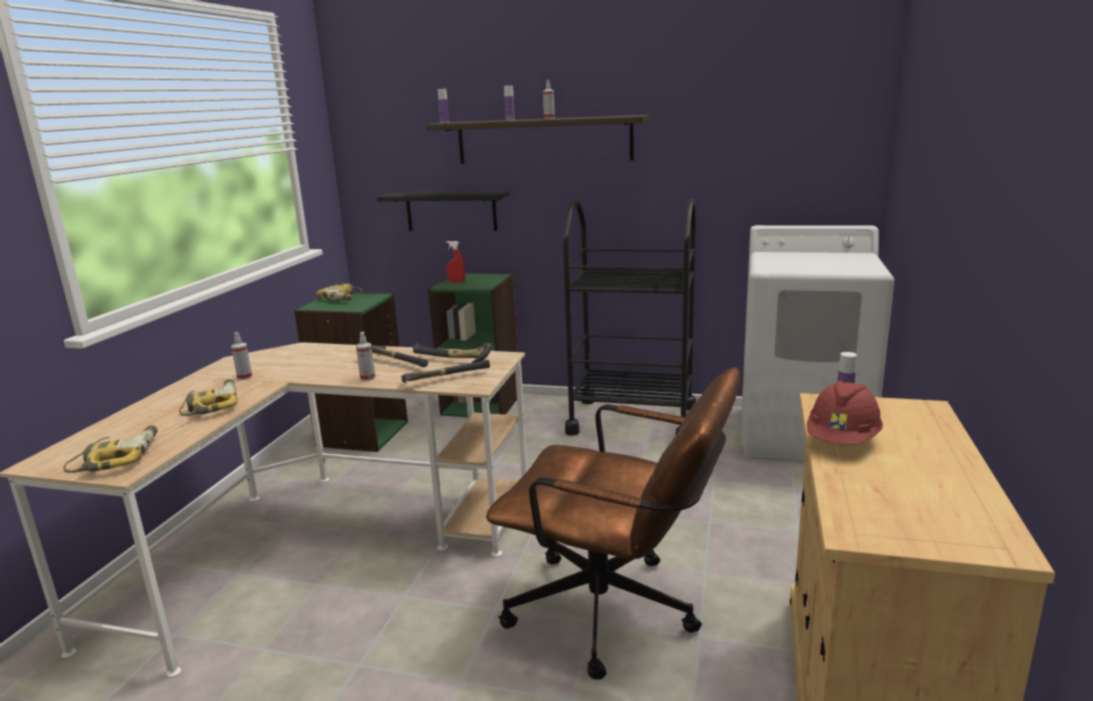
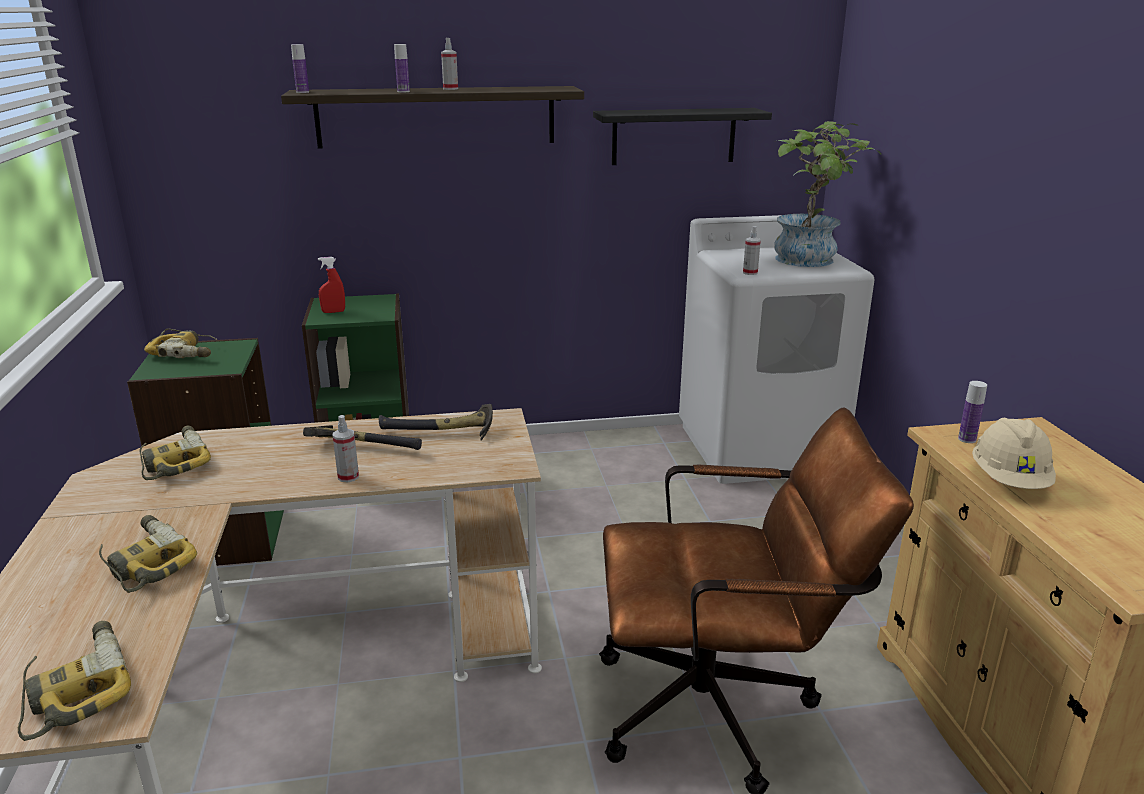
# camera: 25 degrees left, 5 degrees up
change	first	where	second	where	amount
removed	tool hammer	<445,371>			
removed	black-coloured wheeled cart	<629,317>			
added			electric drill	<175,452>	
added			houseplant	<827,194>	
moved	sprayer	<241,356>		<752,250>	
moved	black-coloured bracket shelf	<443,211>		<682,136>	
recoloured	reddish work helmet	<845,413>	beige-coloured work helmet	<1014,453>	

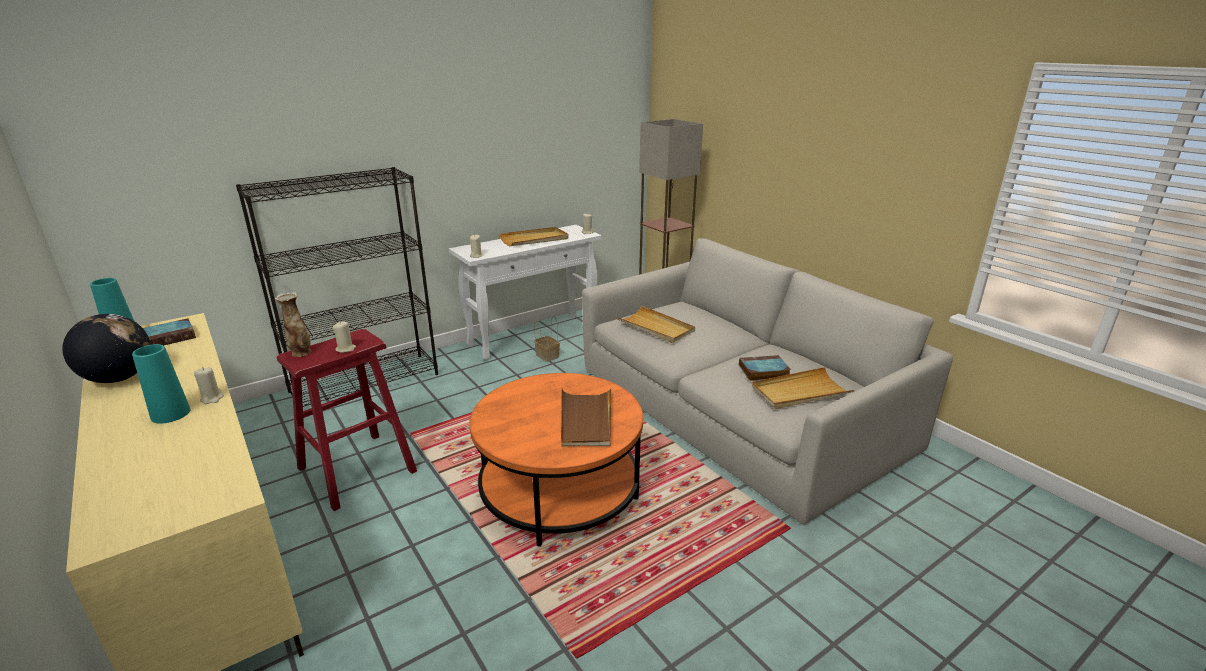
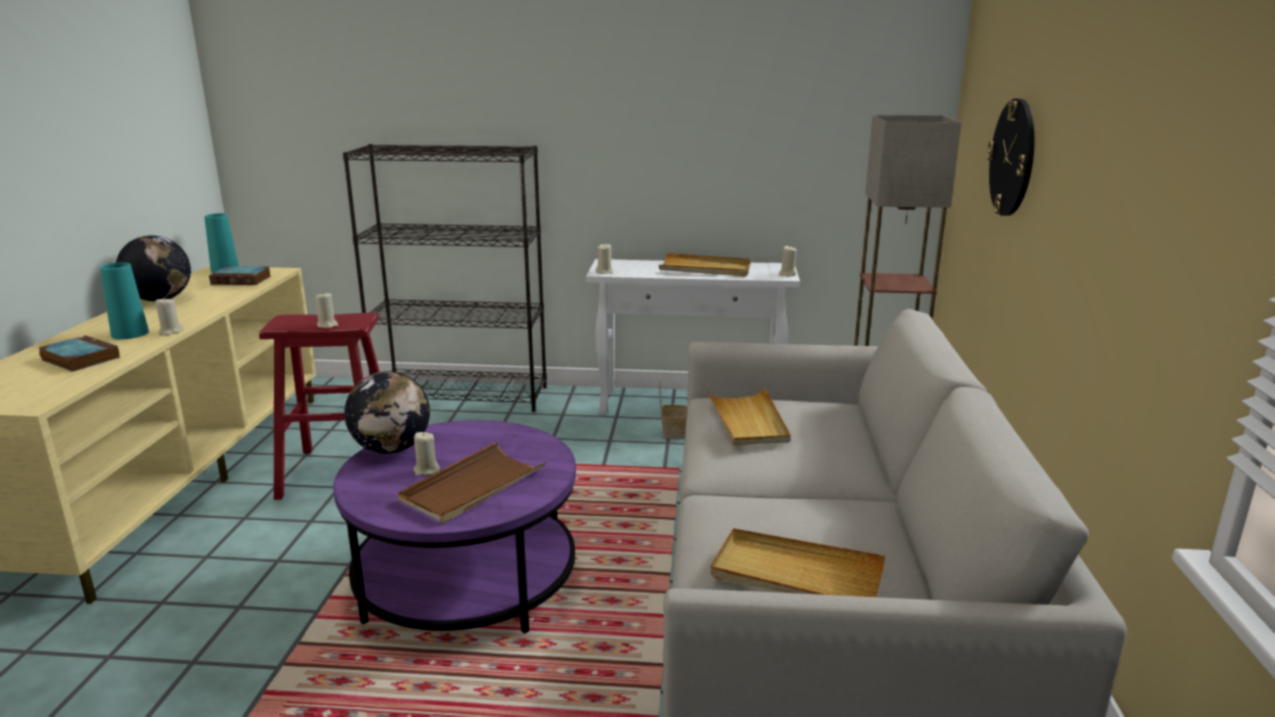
# camera: 40 degrees right, 5 degrees down
change	first	where	second	where	amount
removed	vase	<293,324>			
added			world globe	<387,412>	
added			beige-coloured candle	<426,454>	
added			clock on the wall	<1011,157>	
moved	bound book	<765,368>		<79,353>	
recoloured	orangey low table	<556,460>	purple low table	<454,527>	

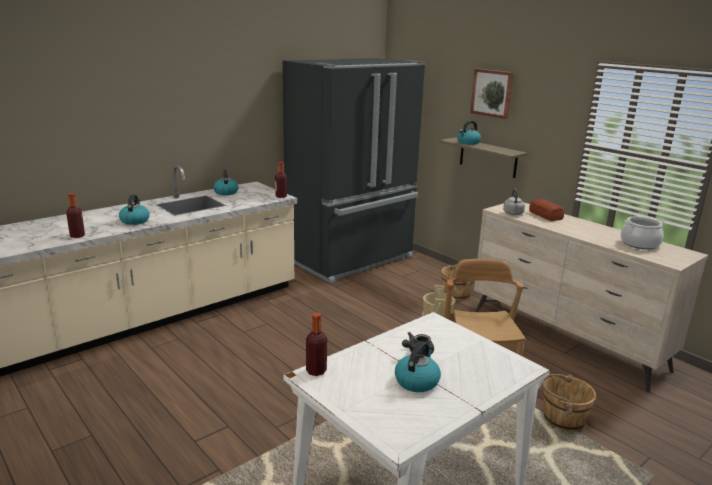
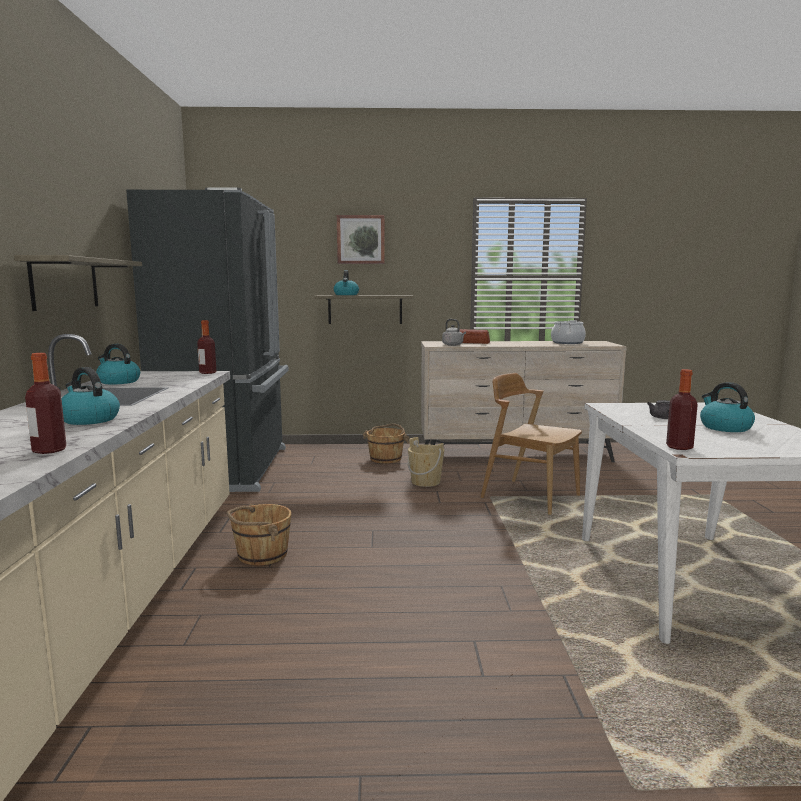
# camera: 50 degrees left, 10 degrees down
change	first	where	second	where	amount
added			bracket shelf	<78,283>	
moved	brown-coloured water bucket	<569,402>		<259,535>	

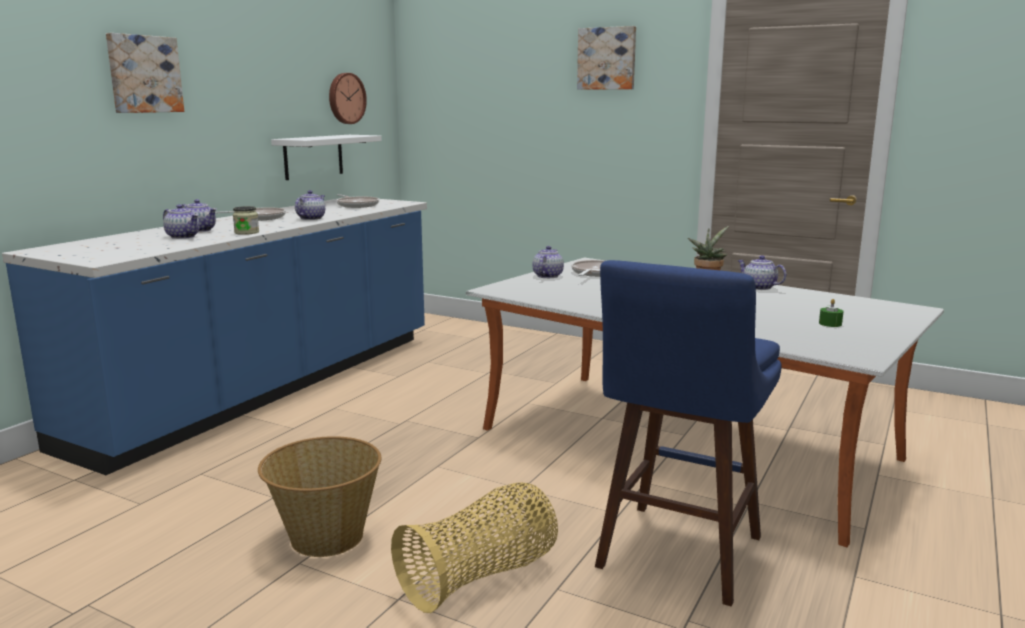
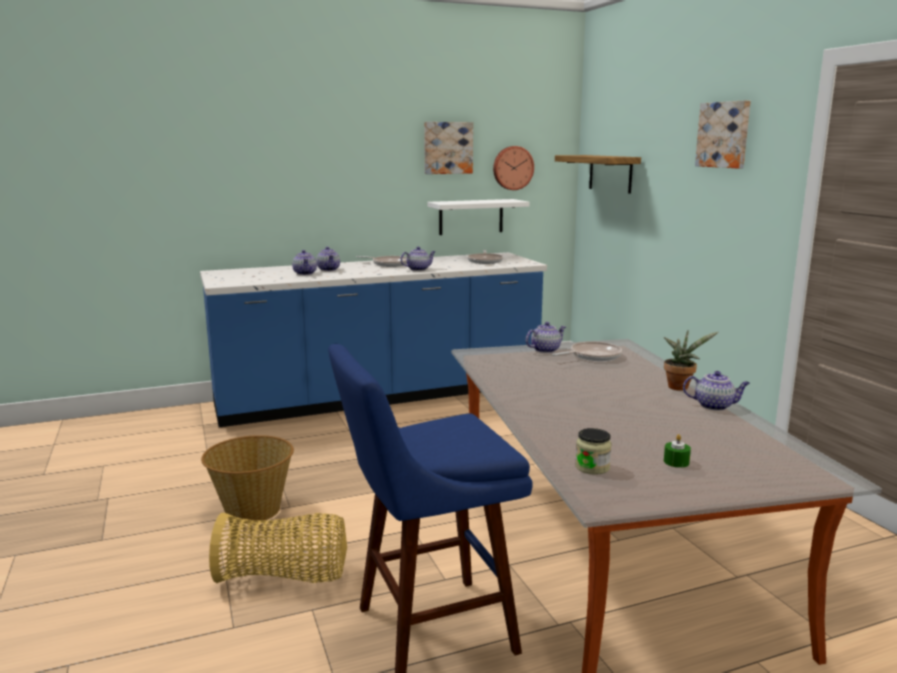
# camera: 40 degrees right, 0 degrees up
change	first	where	second	where	amount
added			bracket shelf	<598,174>	
moved	wall art	<145,73>		<448,148>	
moved	preserve jar	<246,220>		<593,451>	
turned	teapot	<762,272>		<716,391>	105 degrees clockwise

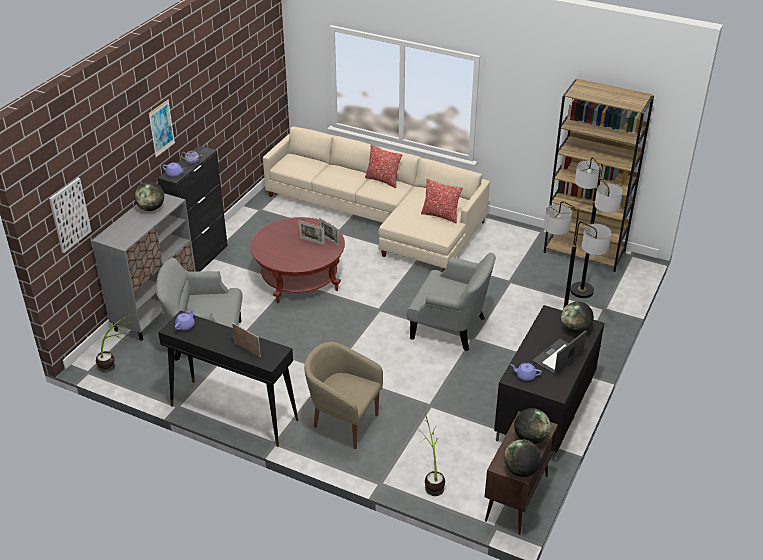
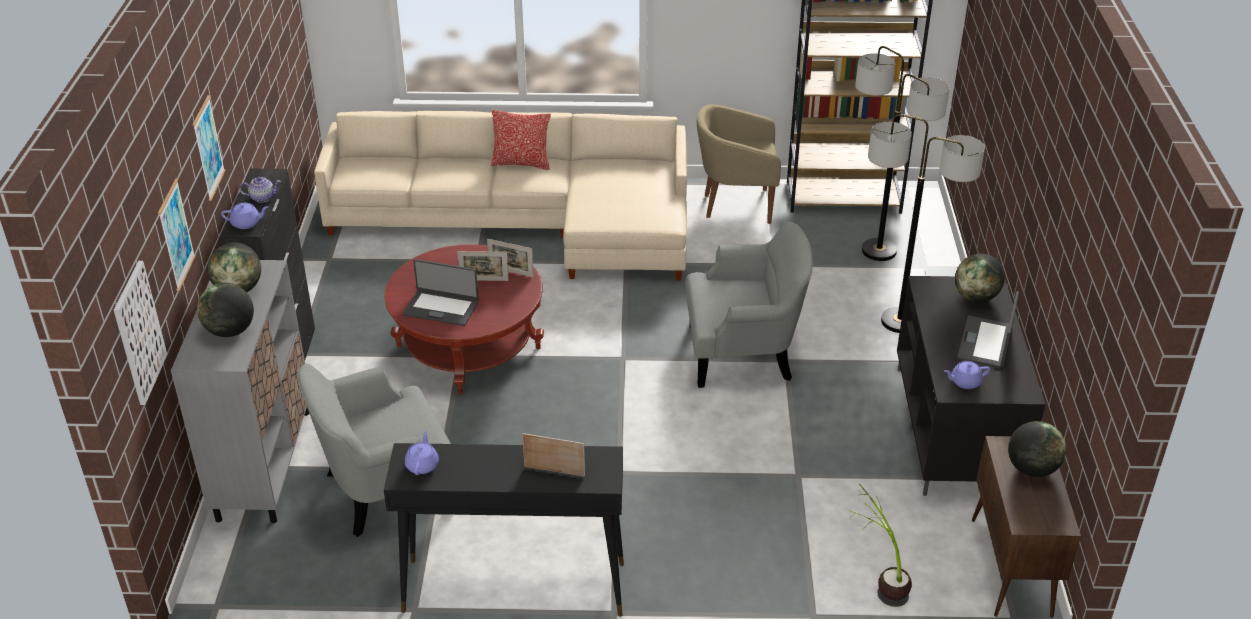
# camera: 25 degrees left, 0 degrees up
change	first	where	second	where	amount
removed	houseplant	<114,343>			
removed	throw pillow	<442,201>			
added			wall art	<177,234>	
added			notebook computer	<441,292>	
moved	beige-coloured easy chair	<343,395>		<739,164>	
moved	world globe	<522,458>		<225,310>	

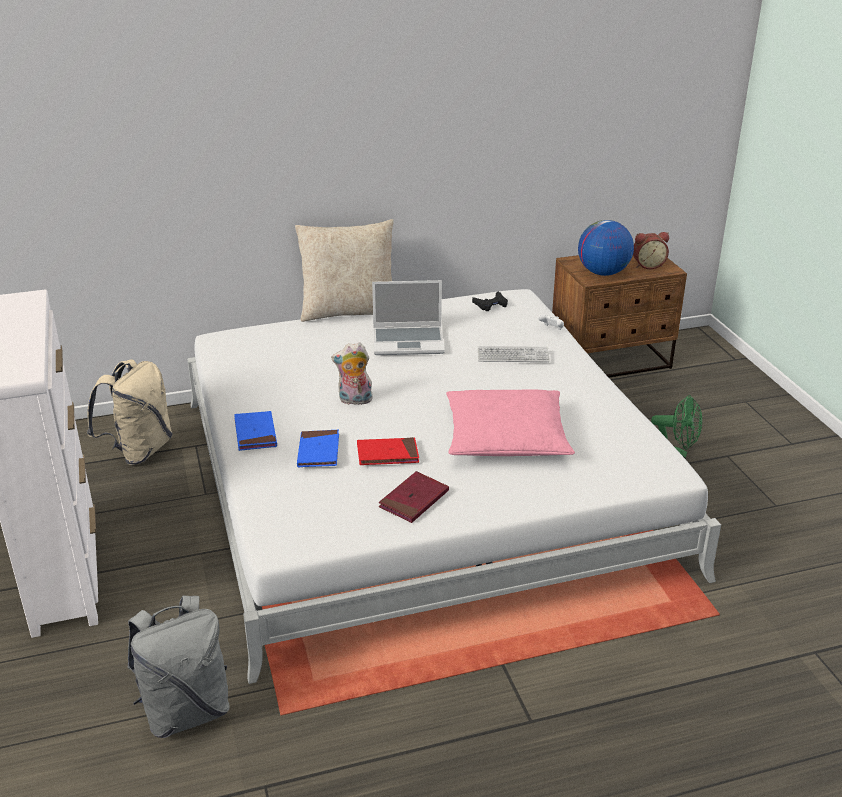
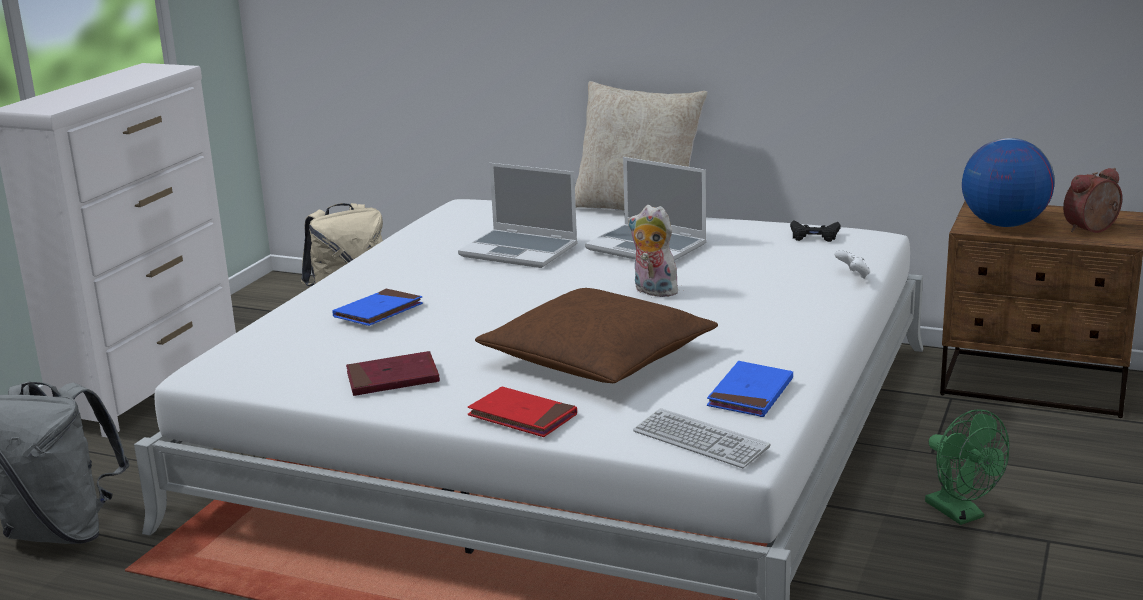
# camera: 40 degrees right, 10 degrees down
change	first	where	second	where	amount
added			notebook computer	<518,215>	
moved	blue-coloured bound book	<255,431>		<750,389>	
moved	soft toy	<352,373>		<653,251>	
moved	reddish bound book	<388,451>		<522,412>	
moved	PC keyboard	<514,354>		<702,438>	
recoloured	pink throw pillow	<510,423>	brown-coloured throw pillow	<596,335>	
turned	alarm clock	<651,250>		<1092,200>	120 degrees clockwise

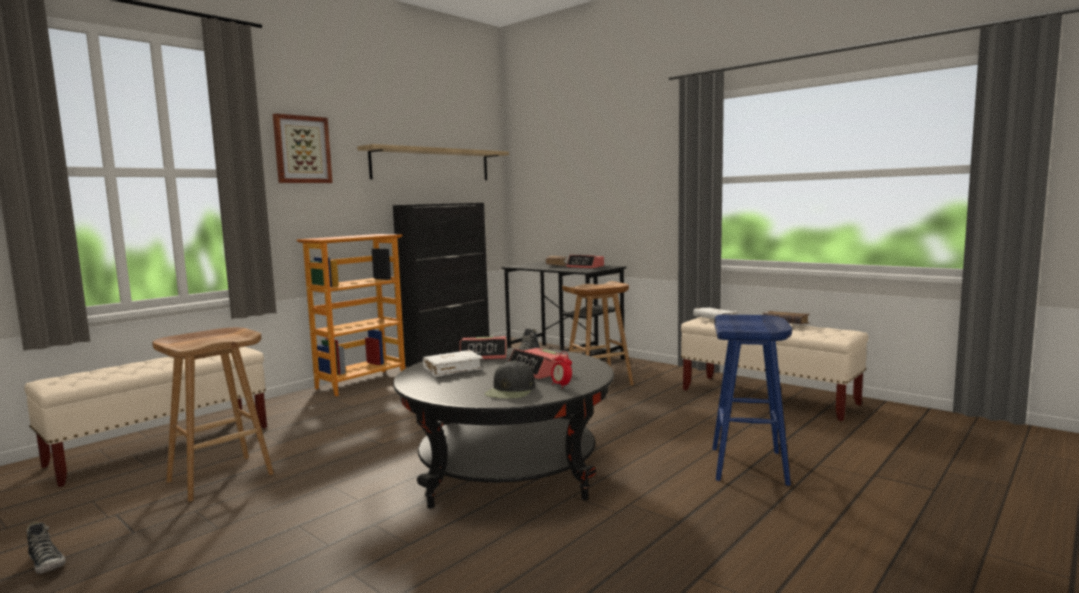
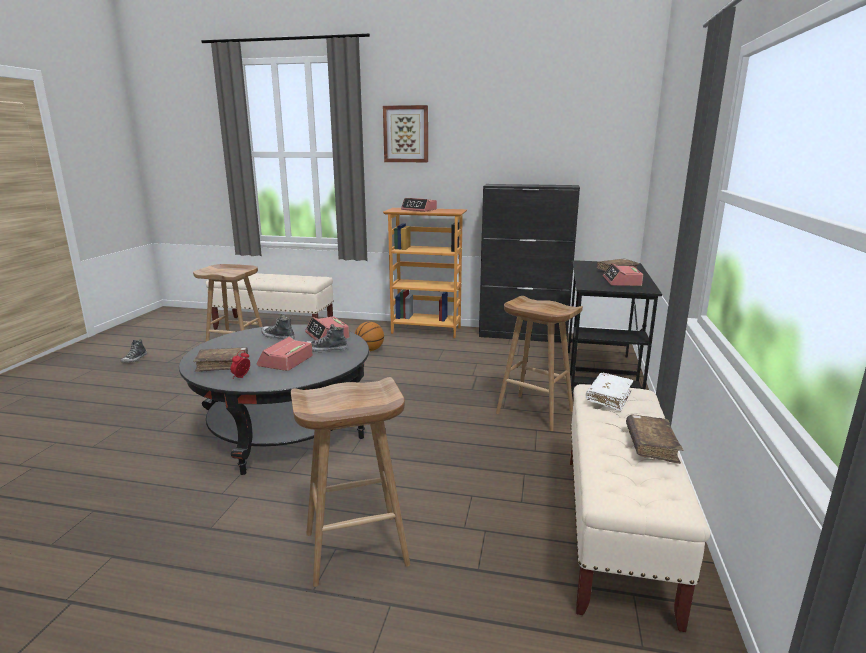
# camera: 60 degrees right, 10 degrees up
change	first	where	second	where	amount
removed	bracket shelf	<433,162>			
added			basketball ball	<369,336>	
added			alarm clock	<419,205>	
replaced	white-coloured bound book	<453,363>	item of footwear	<278,327>	
replaced	black-coloured cap	<509,380>	brown-coloured bound book	<221,359>	
recoloured	blue-coloured stool	<752,400>	brown-coloured stool	<350,482>	

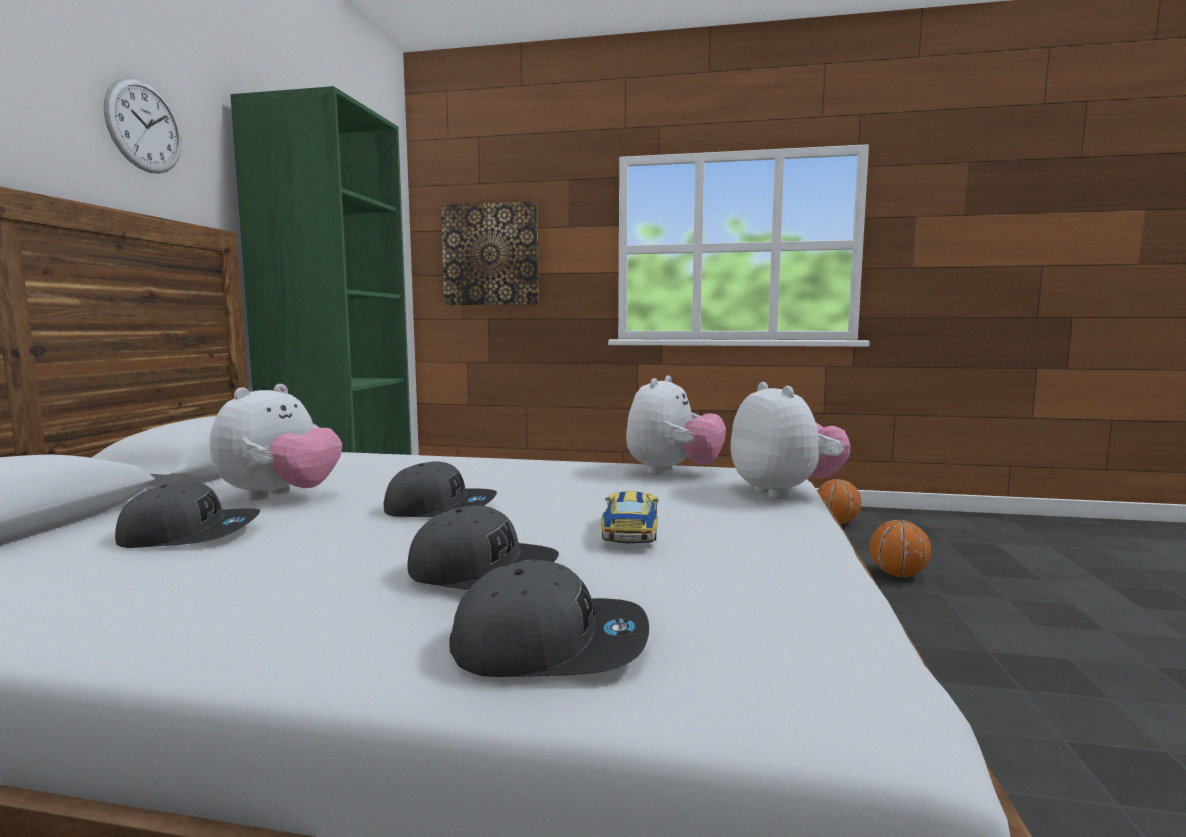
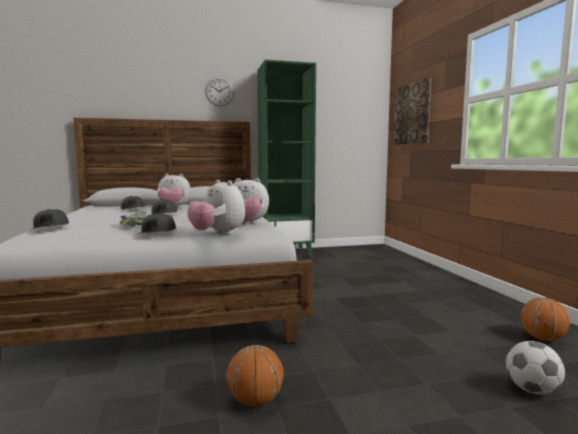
# camera: 65 degrees right, 0 degrees up
change	first	where	second	where	amount
added			football	<535,368>	
moved	gray cap	<483,547>		<155,224>	
moved	basketball ball	<900,548>		<255,375>	
turned	soft toy	<790,440>		<216,207>	90 degrees clockwise

